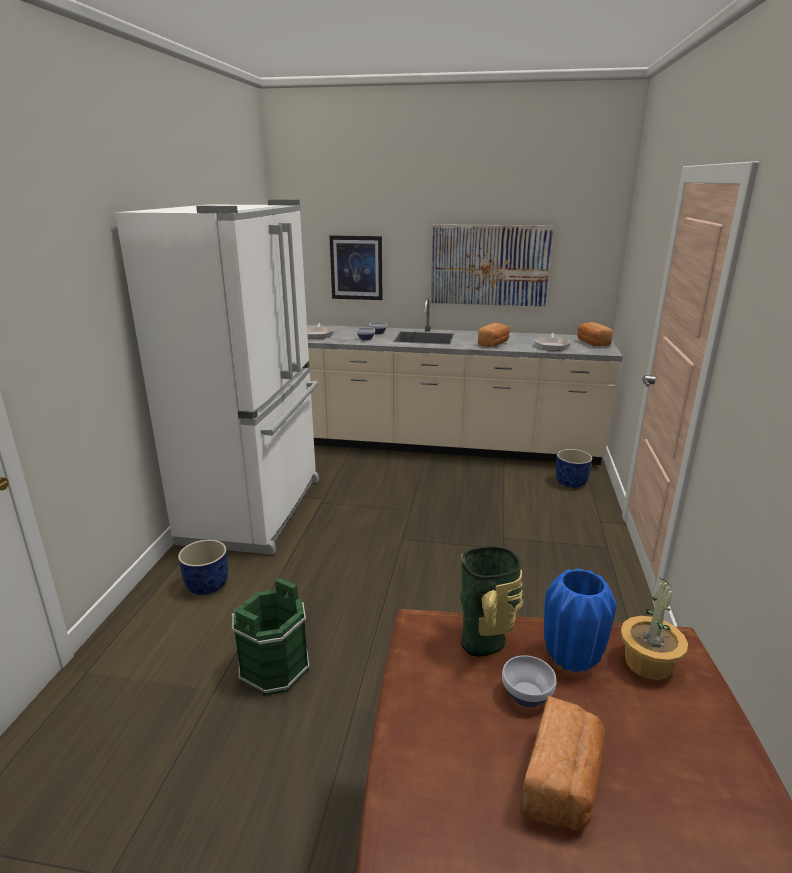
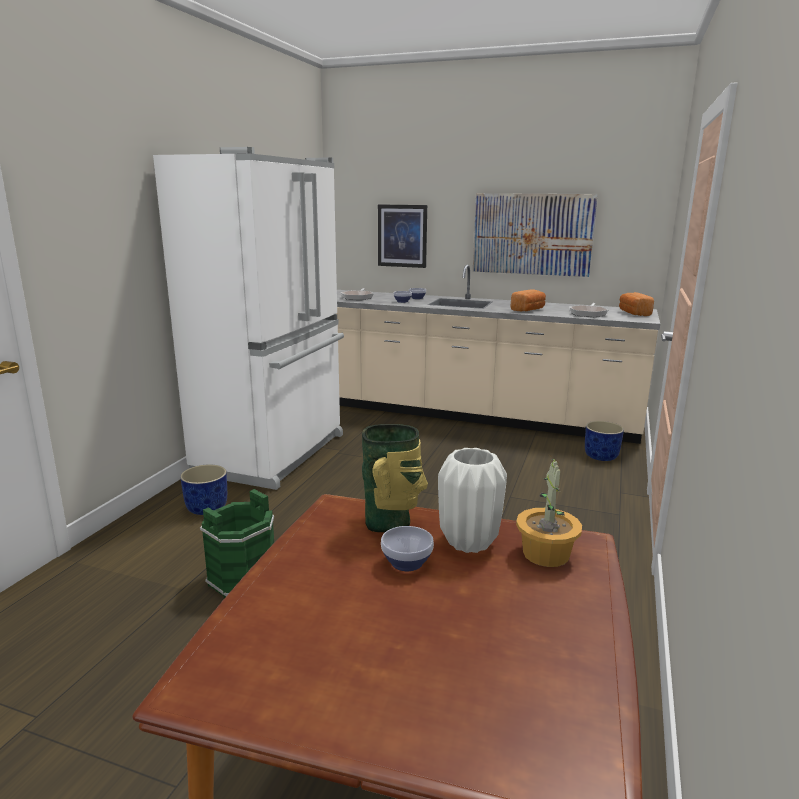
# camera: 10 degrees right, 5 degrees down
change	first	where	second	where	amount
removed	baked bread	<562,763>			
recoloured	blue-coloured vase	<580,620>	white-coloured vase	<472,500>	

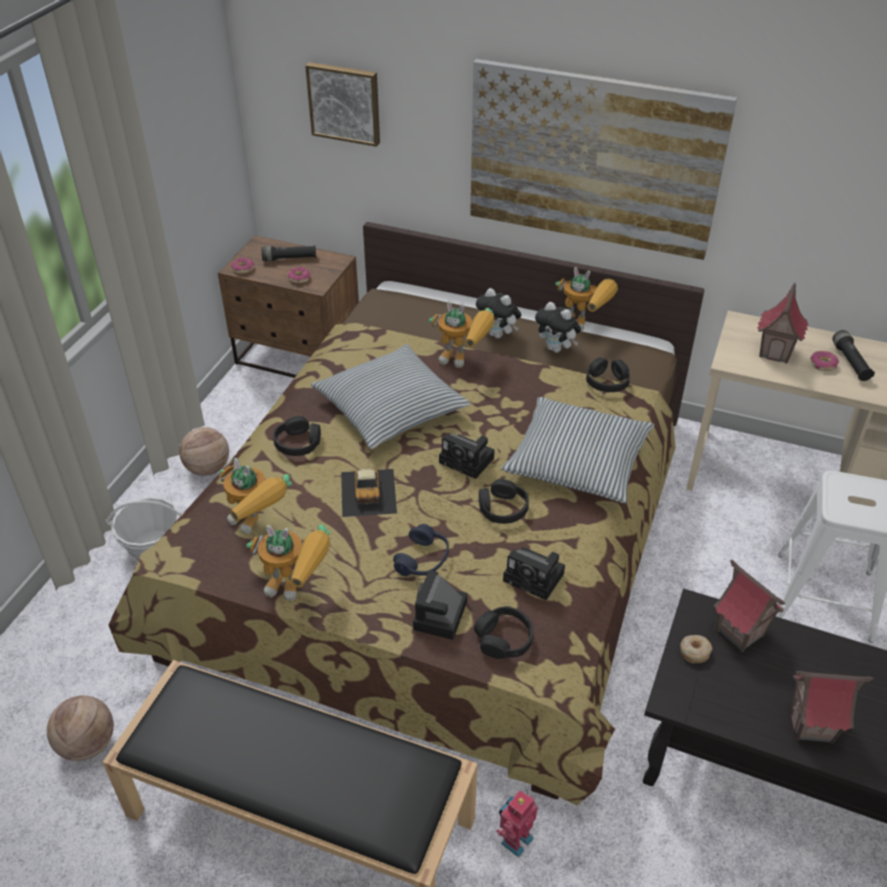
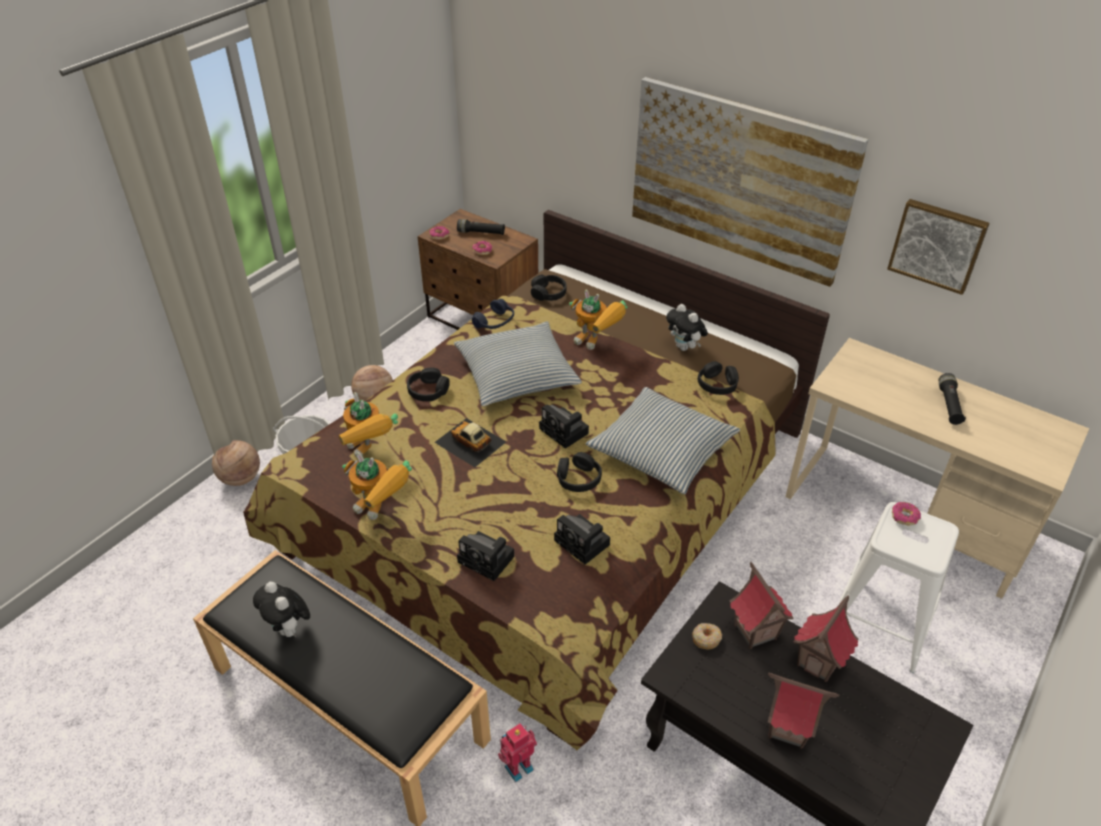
# camera: 15 degrees right, 0 degrees up
change	first	where	second	where	amount
removed	model robot	<586,299>			
moved	basketball ball	<80,728>		<236,463>	
moved	wall art	<342,104>		<938,247>	
moved	blue-coloured headphones	<421,550>		<493,314>	
moved	black-coloured headphones	<503,632>		<549,288>	
moved	soft toy	<498,313>		<281,609>	
moved	model house	<782,323>		<826,638>	
moved	ring doughnut	<825,361>		<906,513>	
turned	toy car	<369,492>		<470,443>	120 degrees clockwise
turned	photo camera	<440,605>		<486,556>	90 degrees counterclockwise

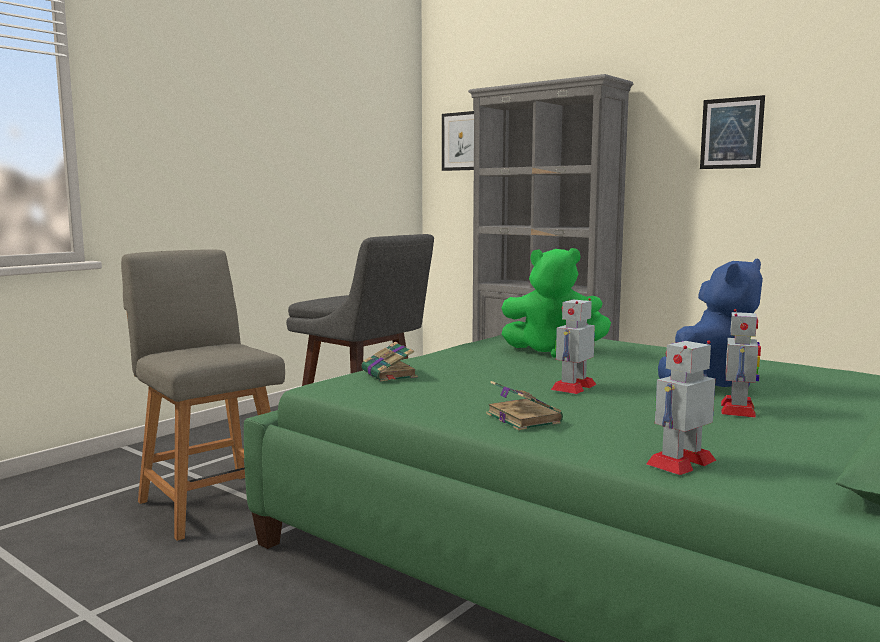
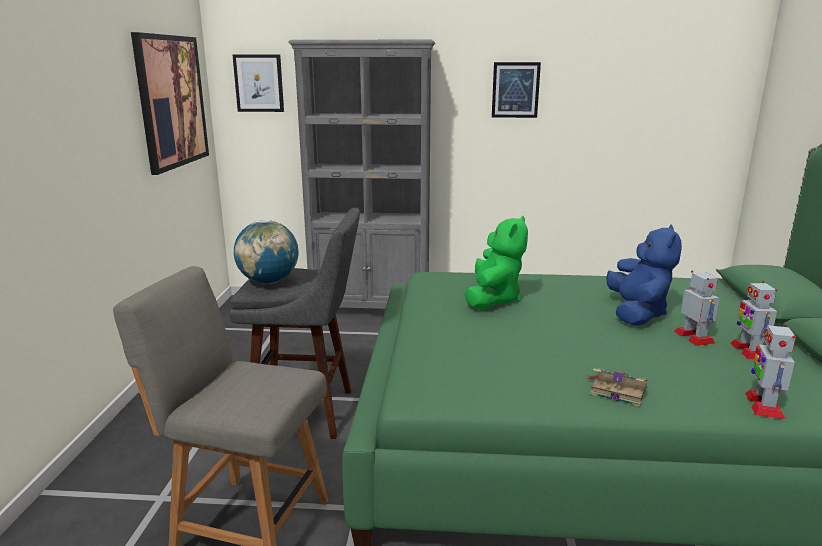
# camera: 35 degrees left, 10 degrees up
change	first	where	second	where	amount
removed	bound book	<389,361>			
added			wall art	<170,103>	
added			world globe	<266,252>	
moved	model robot	<574,346>		<754,320>	
turned	green-coloured soft toy	<556,303>		<496,262>	45 degrees counterclockwise

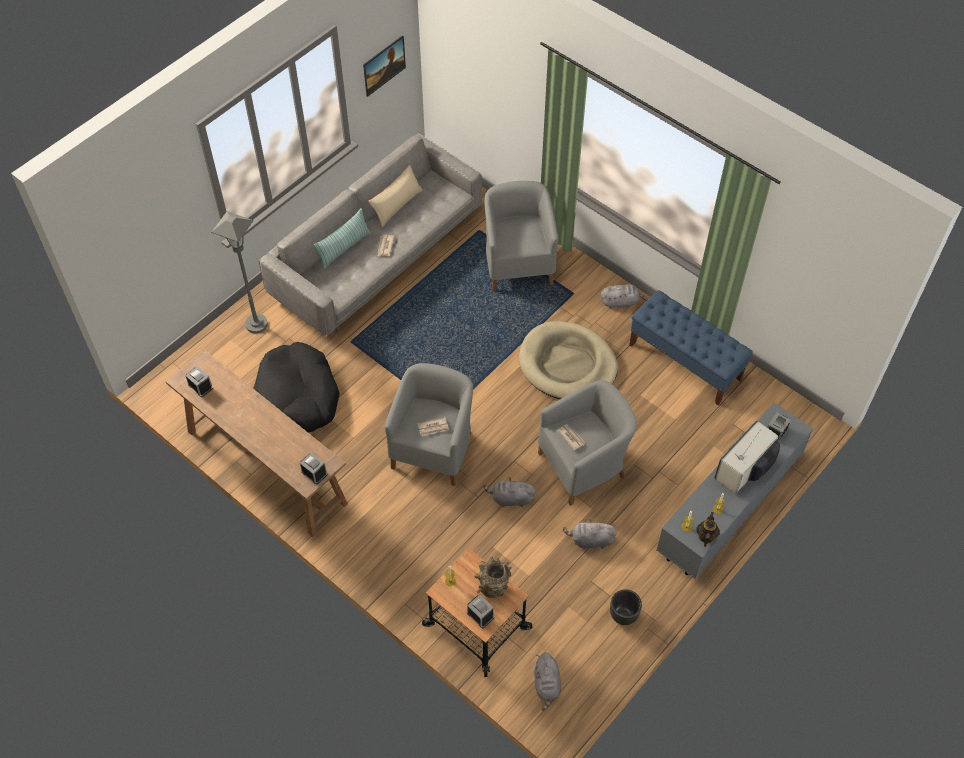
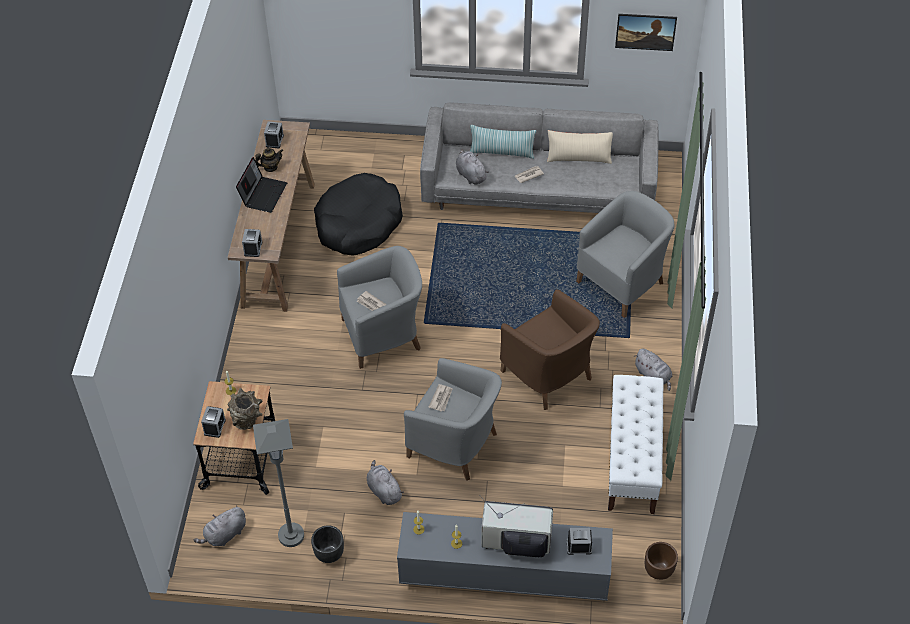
# camera: 55 degrees right, 5 degrees down
change	first	where	second	where	amount
added			notebook computer	<261,185>	
added			brown-coloured flower pot	<661,561>	
moved	gray standing lamp	<239,272>		<278,483>	
moved	gray soft toy	<509,492>		<472,167>	
moved	teapot	<708,529>		<269,159>	
replaced	beige-coloured dog bed	<568,360>	brown-coloured easy chair	<550,350>	
recoloured	blue-coloured long seat	<691,347>	white-coloured long seat	<636,444>	

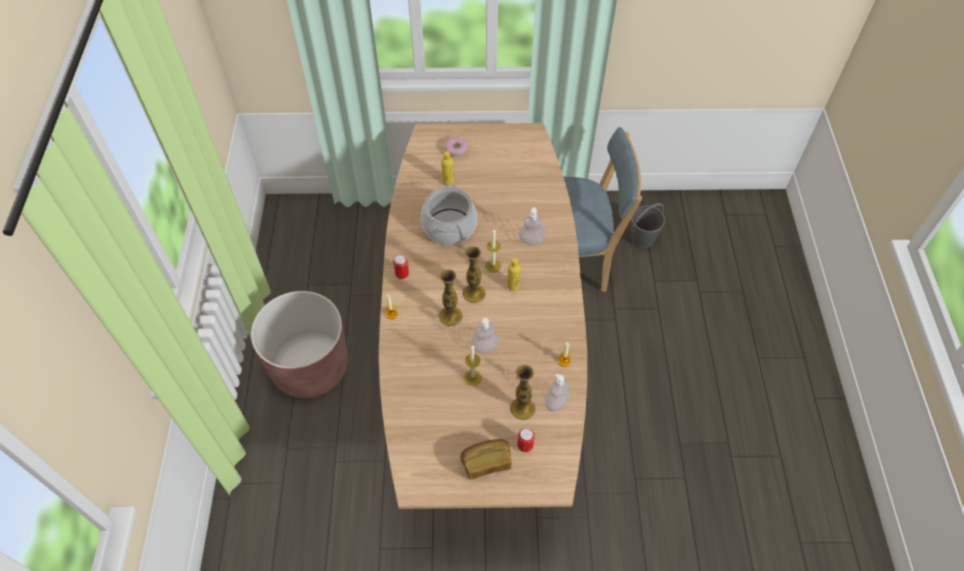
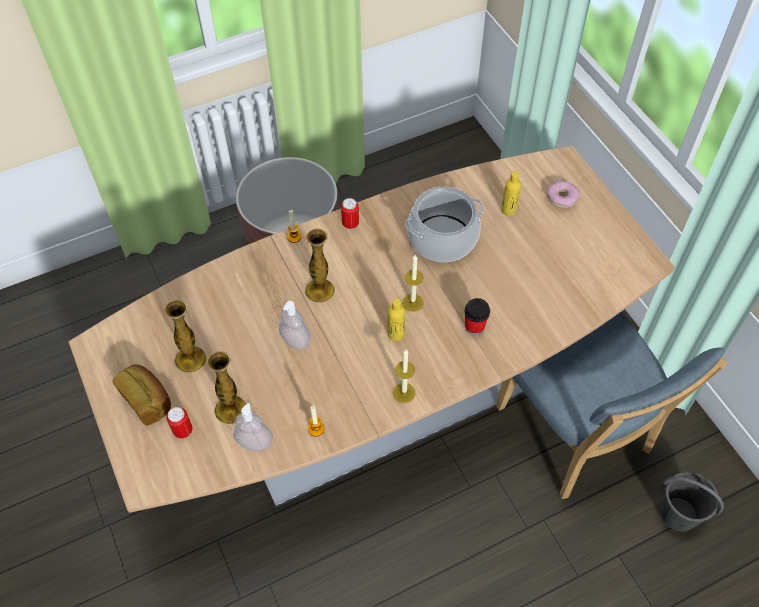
# camera: 65 degrees right, 0 degrees up
change	first	where	second	where	amount
moved	vase	<474,275>		<185,336>	
moved	candle	<473,365>		<404,376>	
replaced	soap dispenser	<532,226>	small cup	<477,316>	

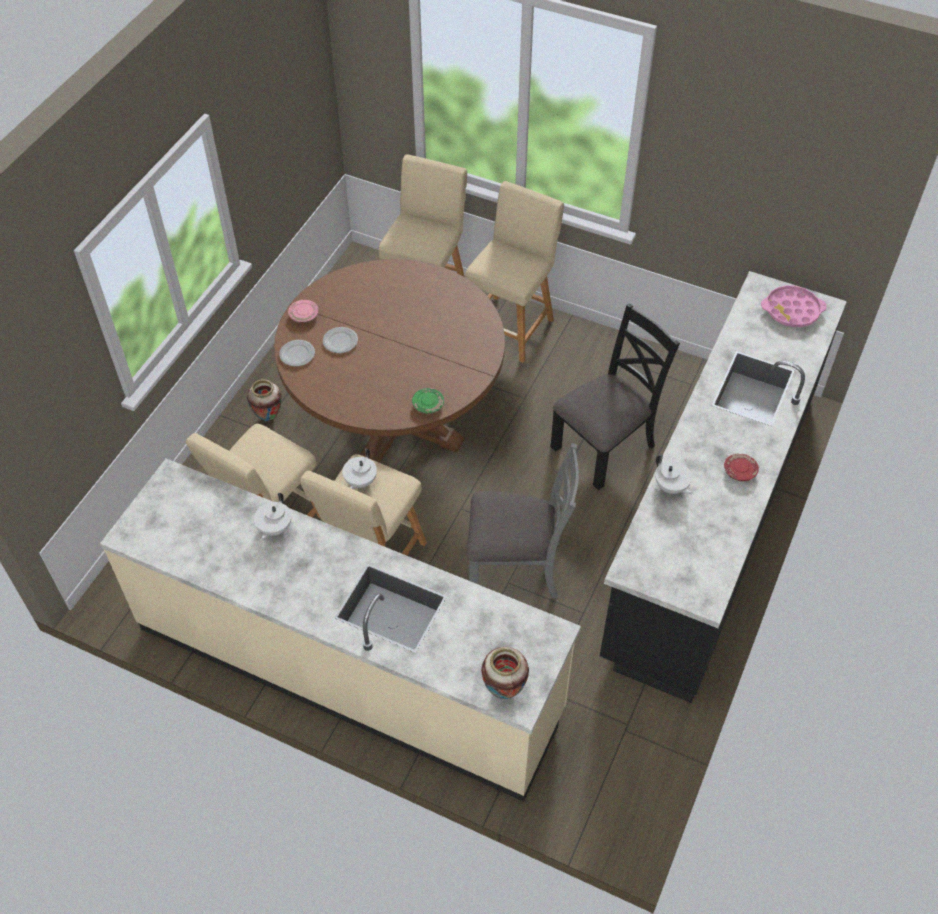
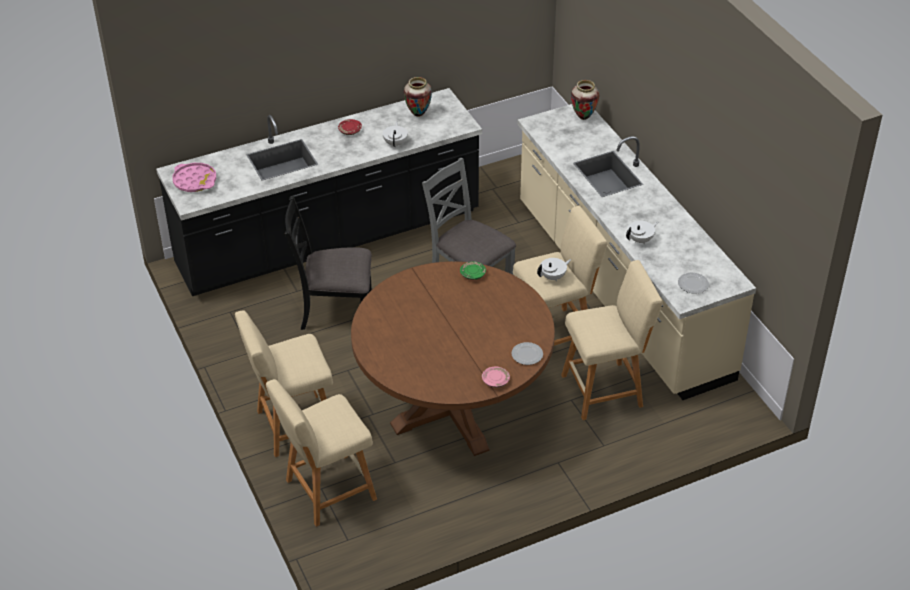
# camera: 140 degrees left, 10 degrees down
change	first	where	second	where	amount
moved	vase	<264,400>		<418,97>	
moved	flat dish	<340,340>		<693,283>	

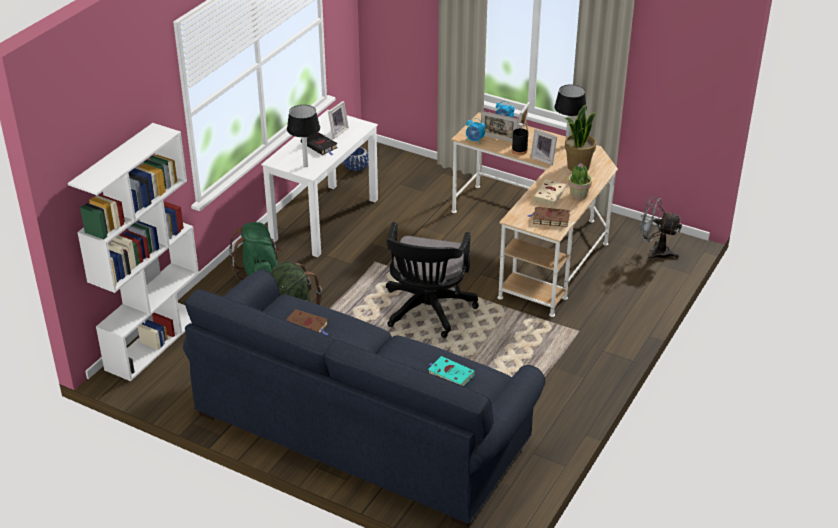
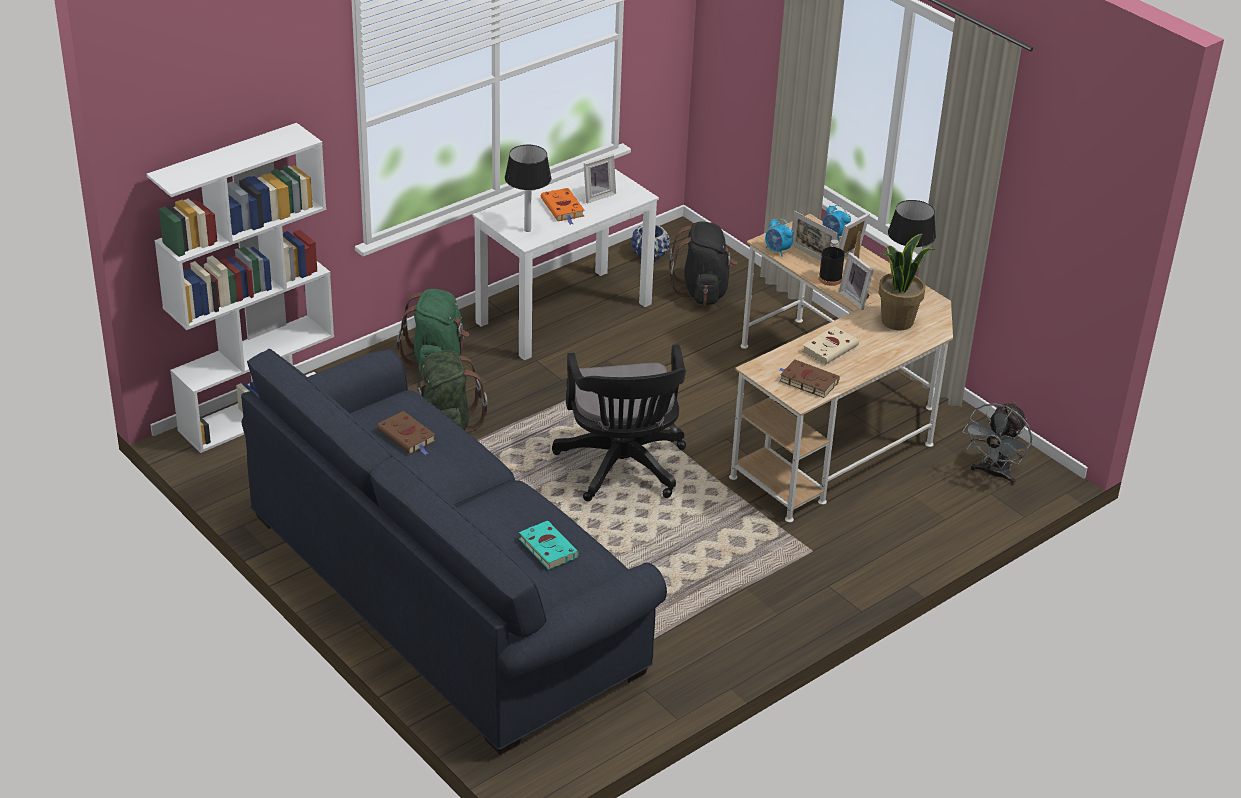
# camera: 20 degrees right, 0 degrees up
change	first	where	second	where	amount
removed	houseplant	<580,181>			
added			black-coloured backpack	<702,263>	
recoloured	black-coloured bound book	<319,143>	orangey bound book	<563,206>	
turned	black-coloured computer chair	<432,280>		<619,422>	45 degrees counterclockwise
turned	gray fan	<660,228>		<997,443>	105 degrees counterclockwise

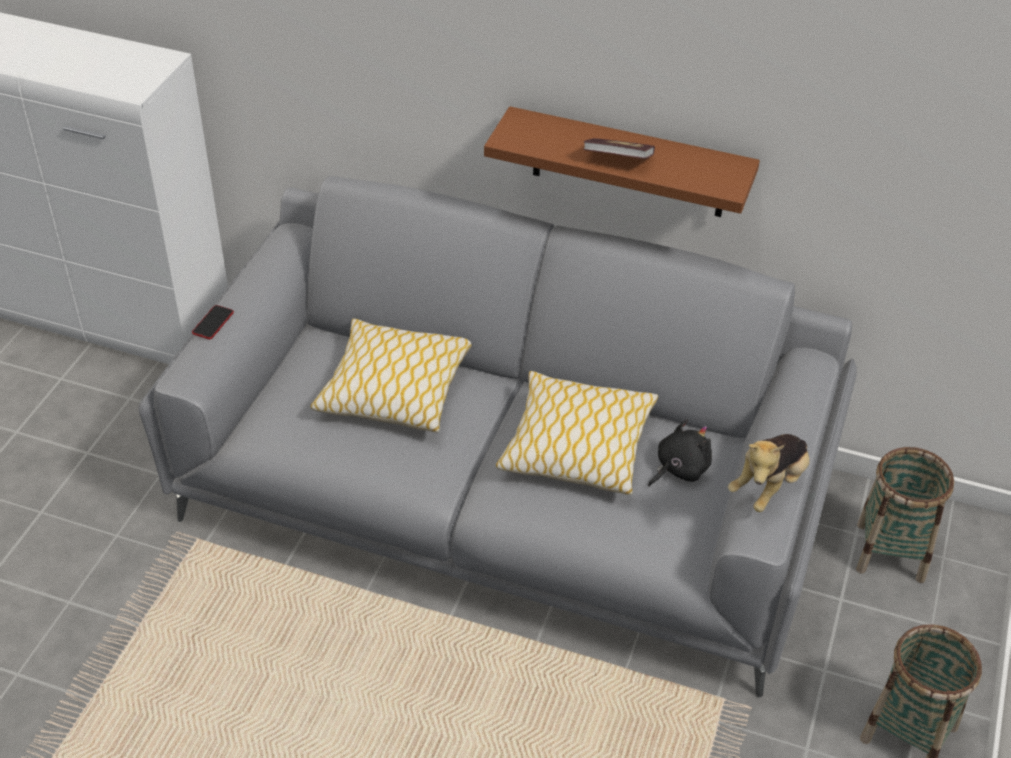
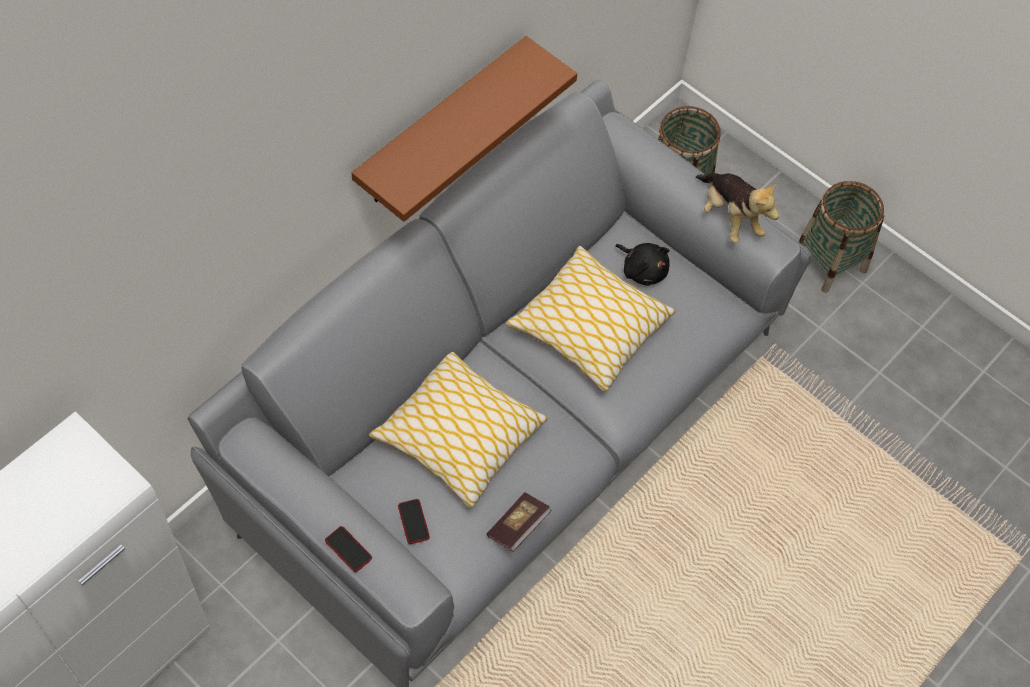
# camera: 70 degrees left, 15 degrees up
change	first	where	second	where	amount
added			telephone	<414,521>	
moved	bound book	<619,148>		<519,522>	
turned	black-coloured soft toy	<680,453>		<642,264>	150 degrees clockwise

